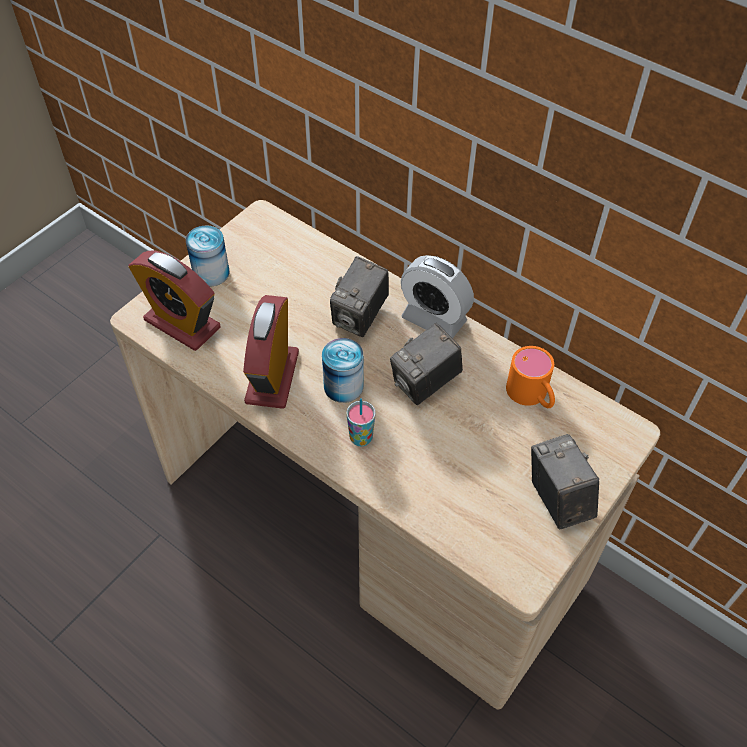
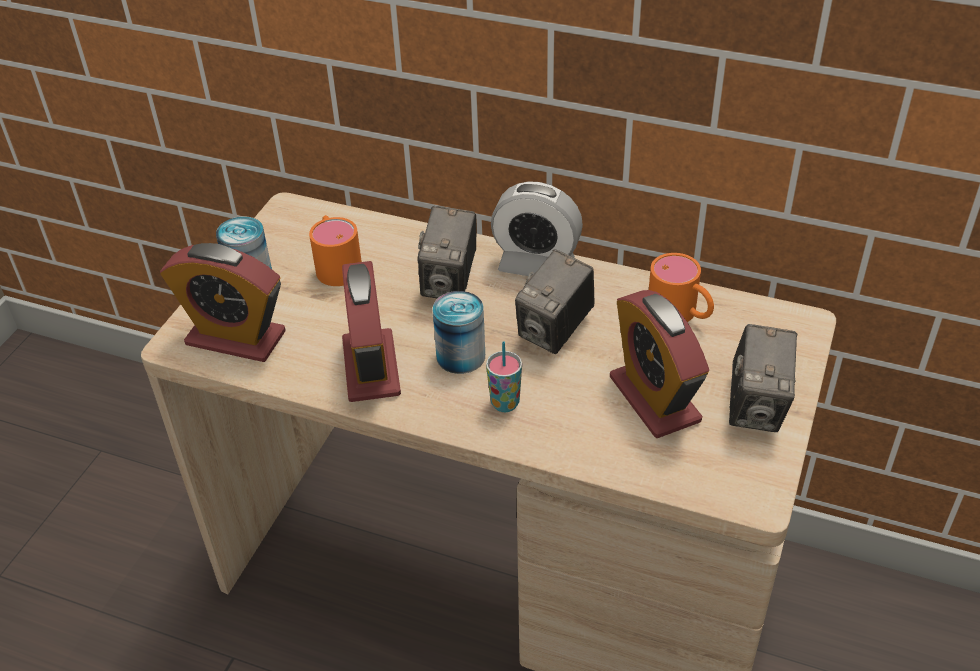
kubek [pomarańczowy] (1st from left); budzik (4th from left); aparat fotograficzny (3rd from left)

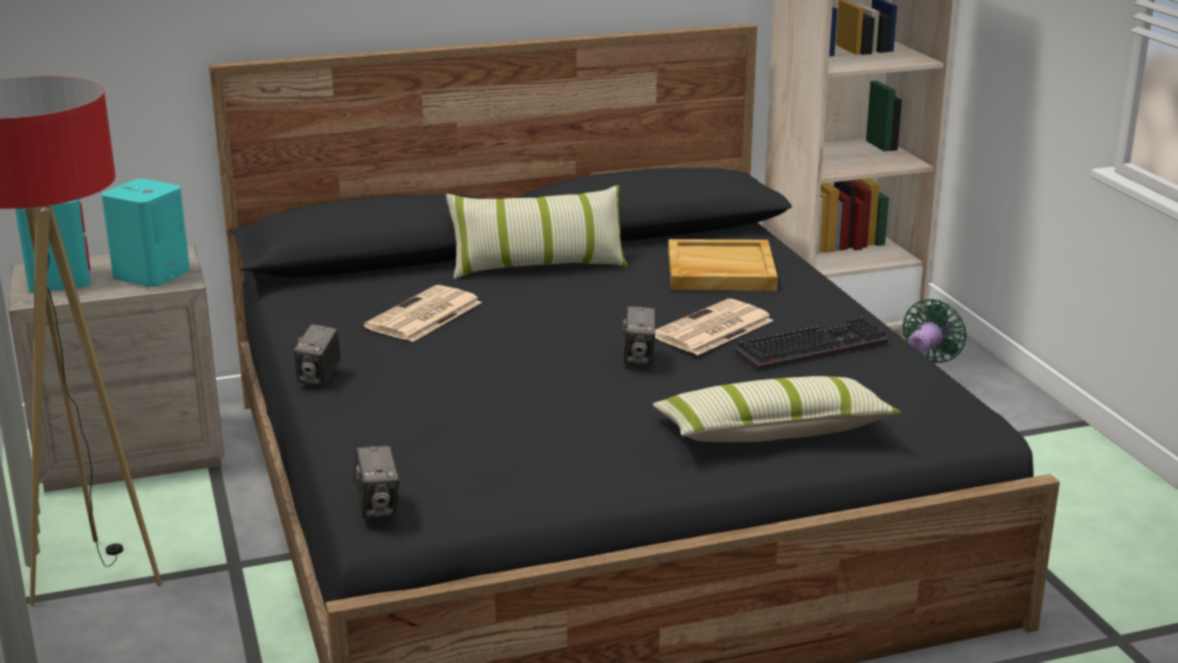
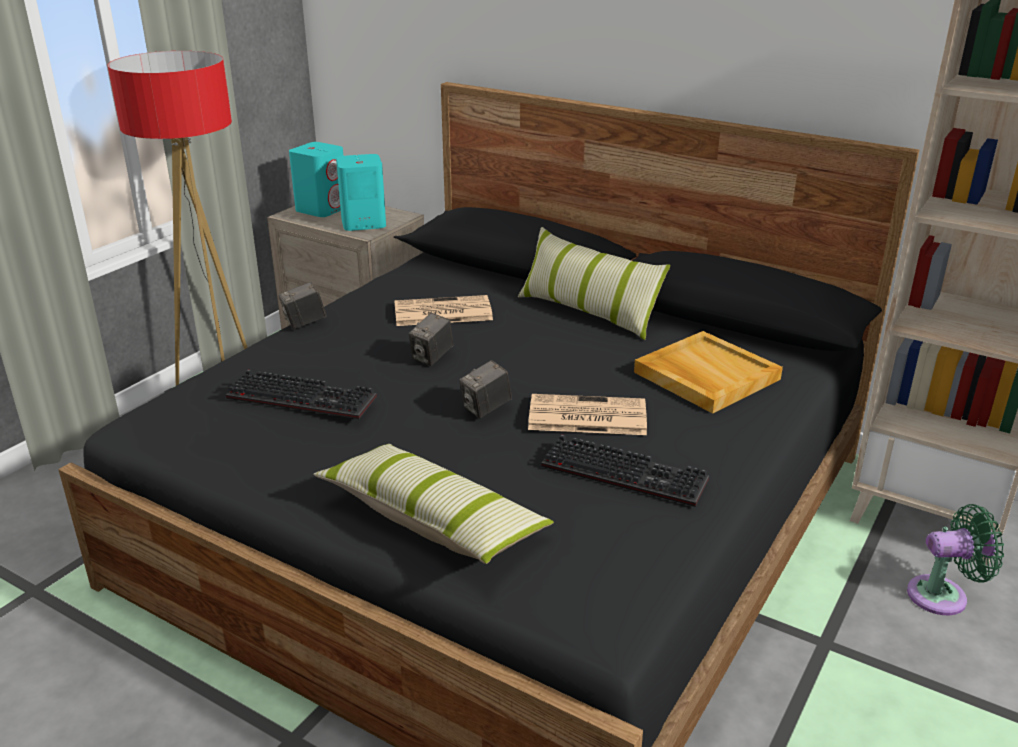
klawiatura (1st from left); aparat fotograficzny (2nd from left)

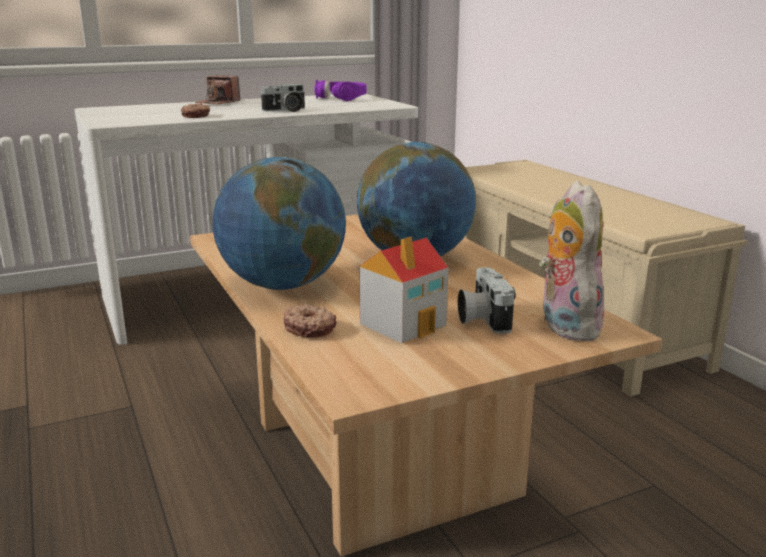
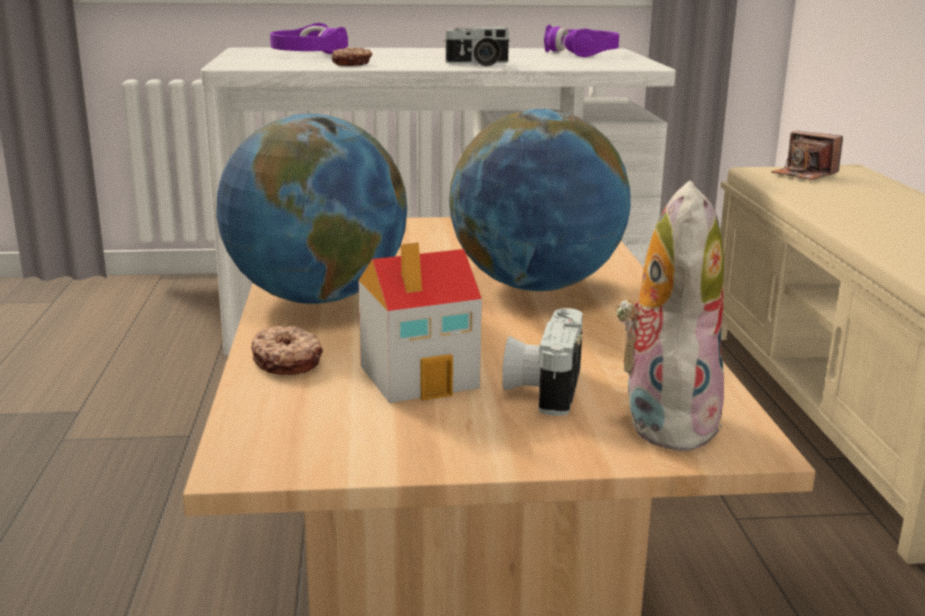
słuchawki [fioletowy] (1st from left); aparat fotograficzny (3rd from left)

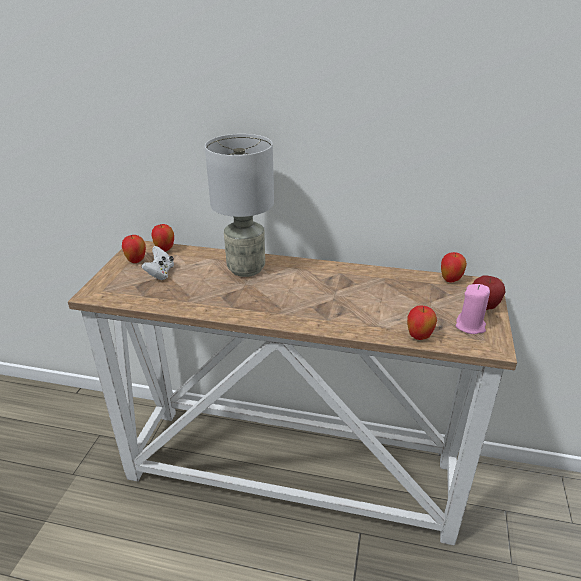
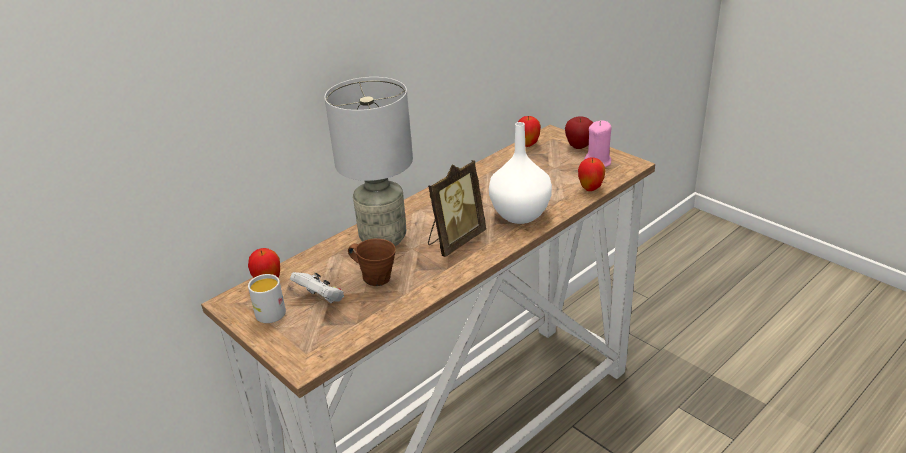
kubek [biały]; kubek [brązowy]; ramka na zdjęcie; wazon [biały]

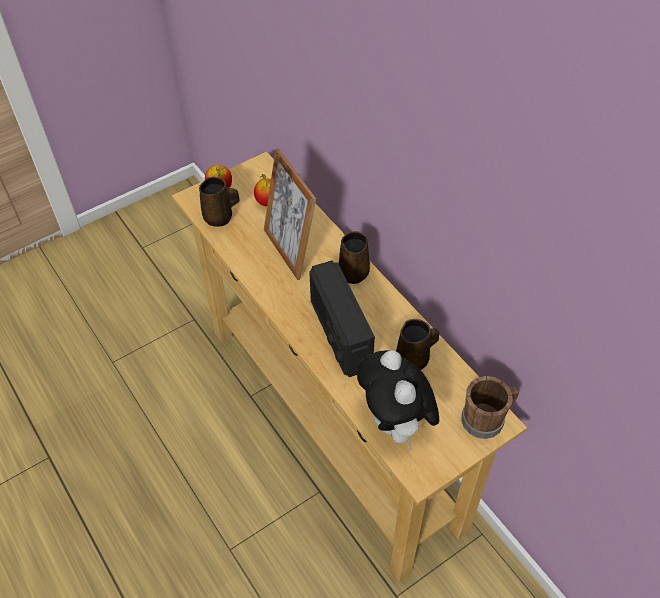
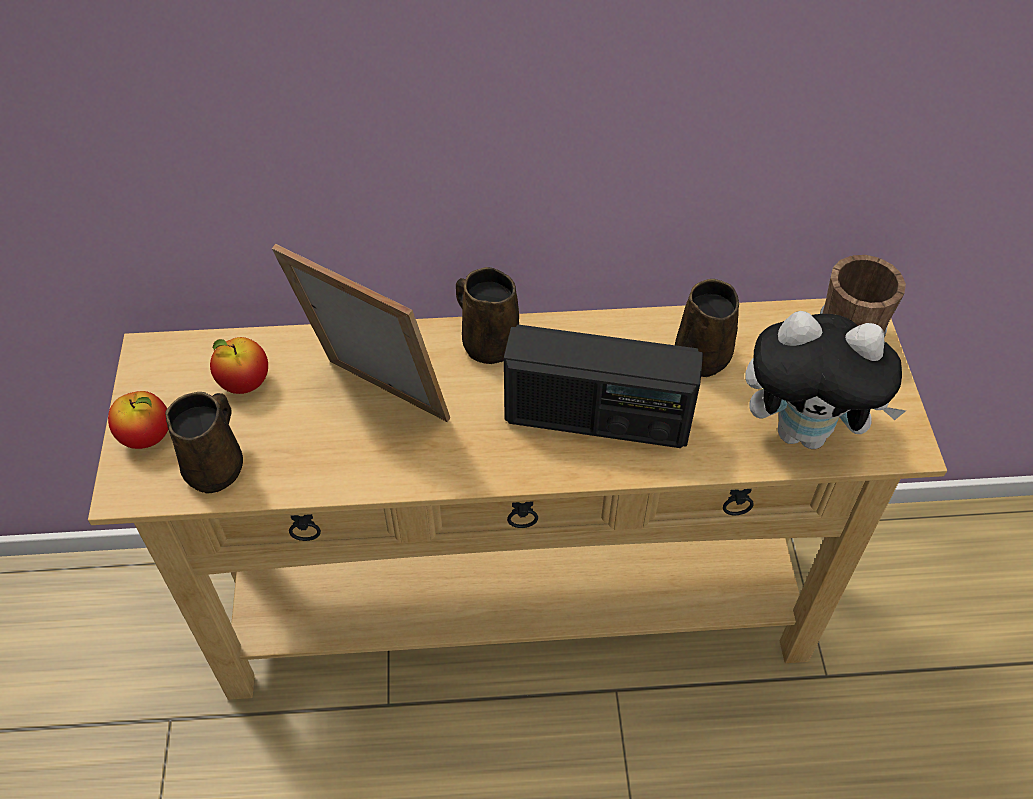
ramka na zdjęcie

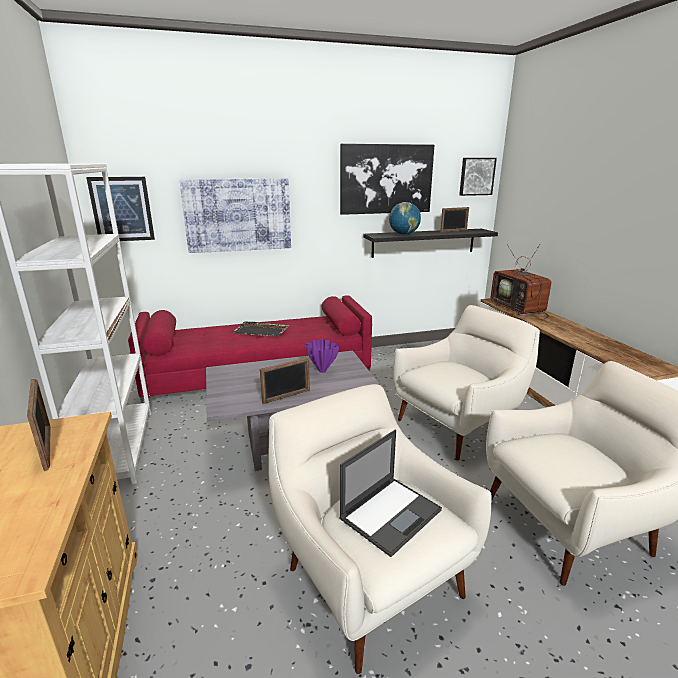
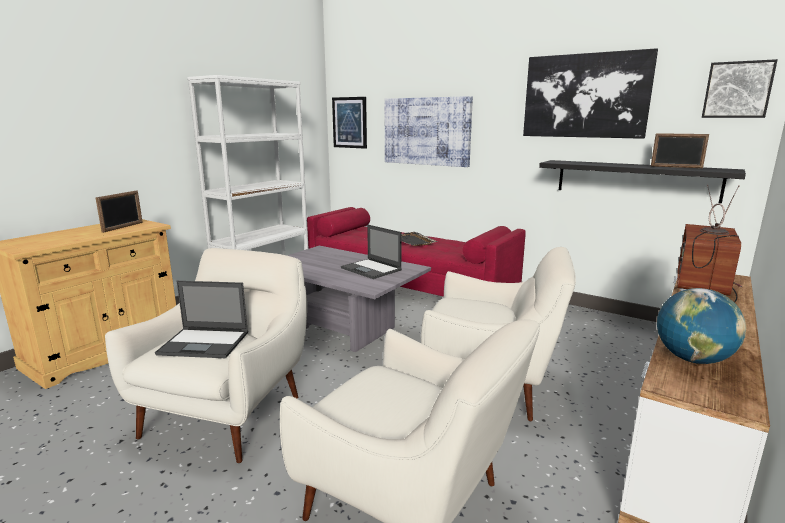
laptop (2nd from left); globus; ramka na zdjęcie (2nd from left in the first image)

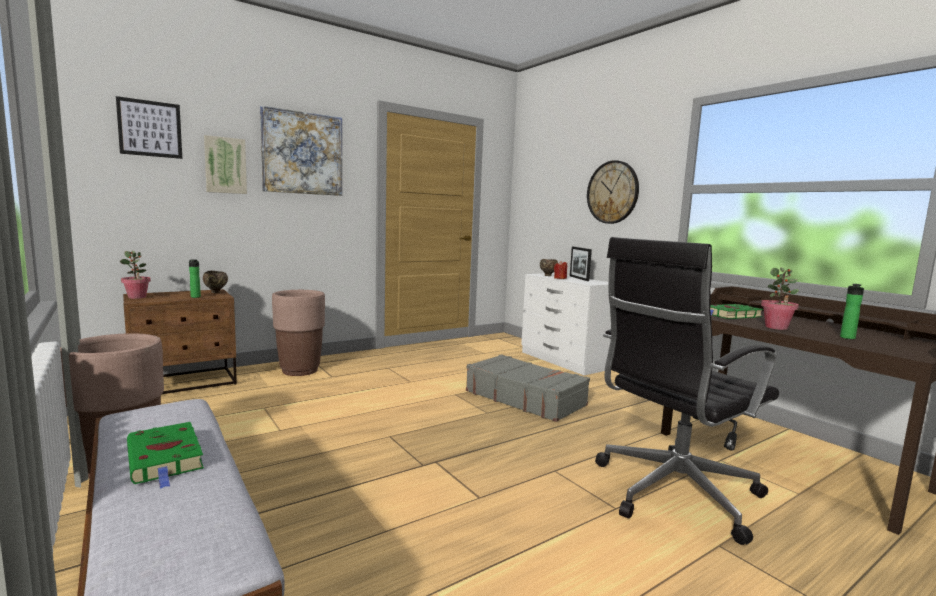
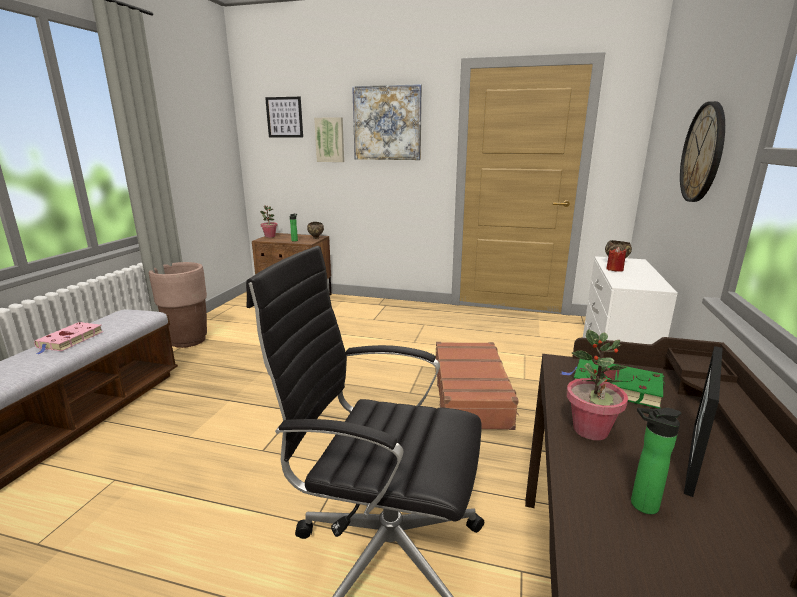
książka [różowy]; walizka [brązowy]; ramka na zdjęcie; donica [brązowy] (2nd from left in the first image)

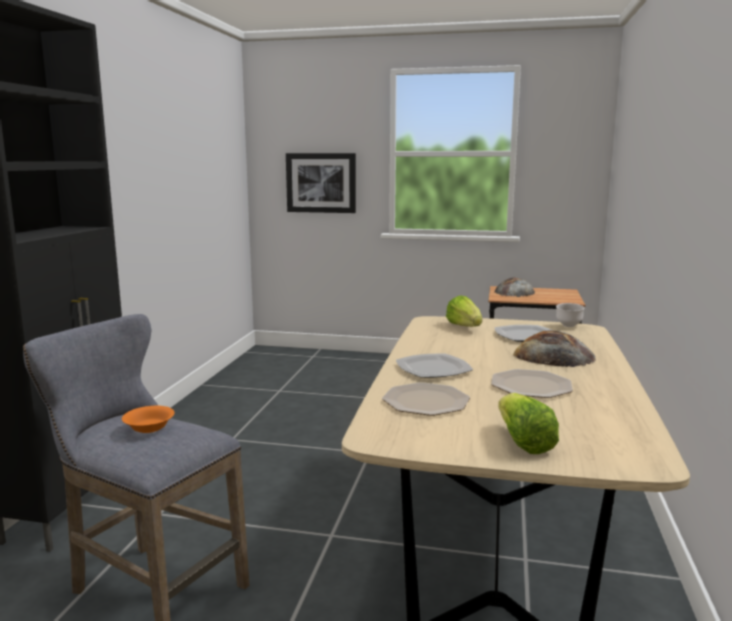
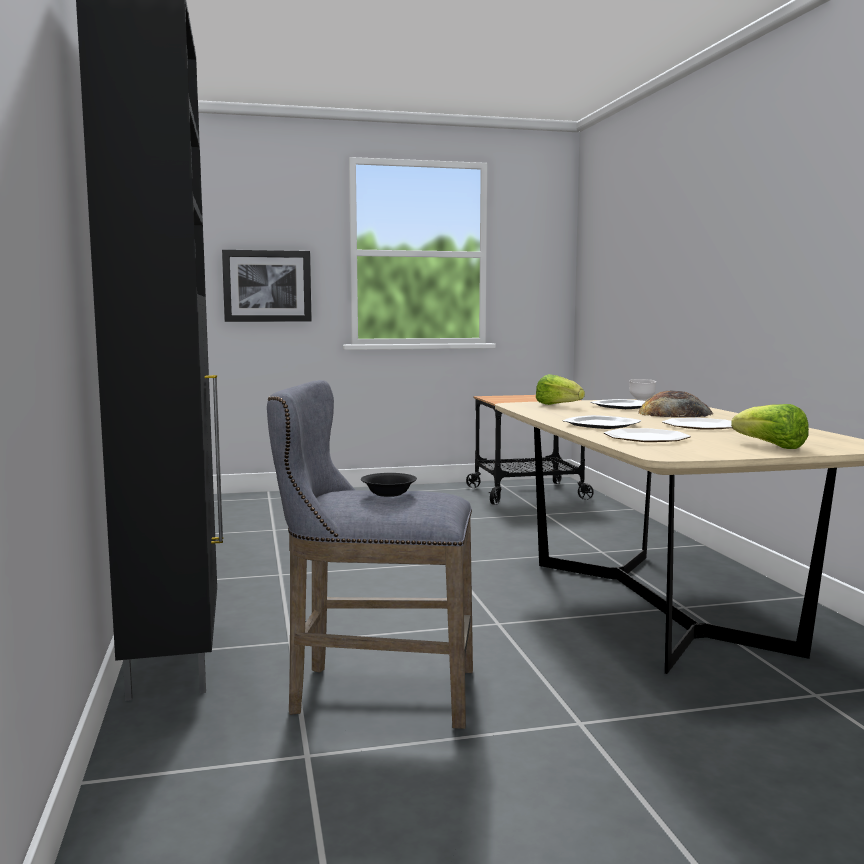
miska [czarny]; chleb (1st from left in the first image)

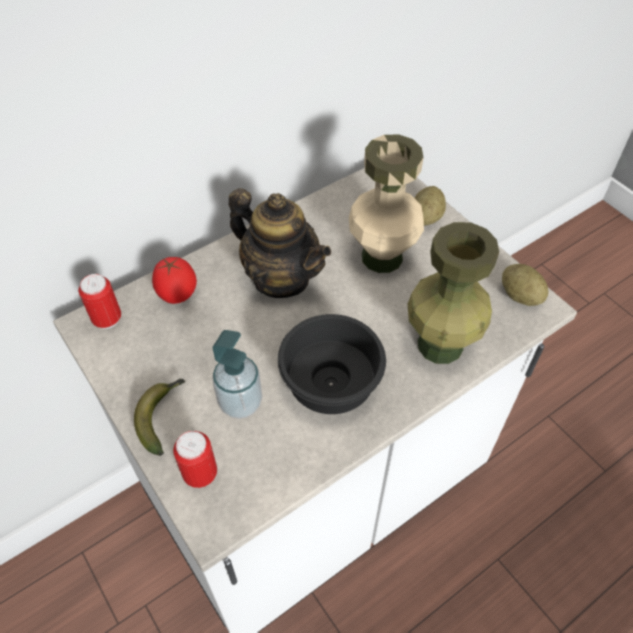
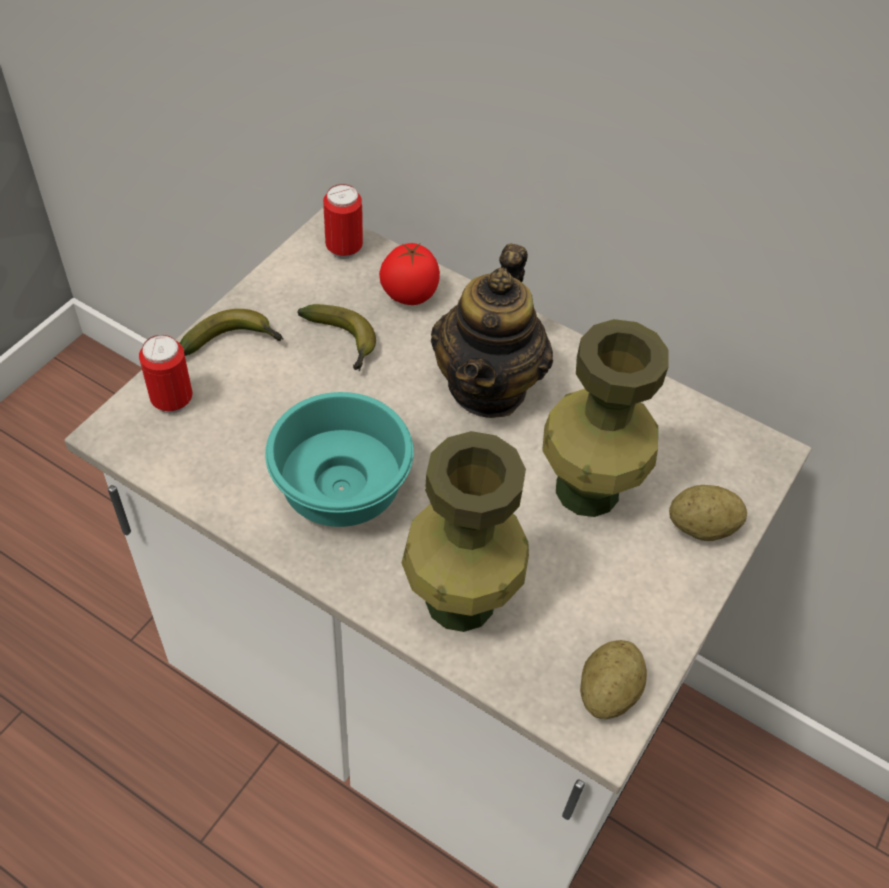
miska [turkusowy]; banan (2nd from left); wazon [zielony] (2nd from left); dozownik mydła

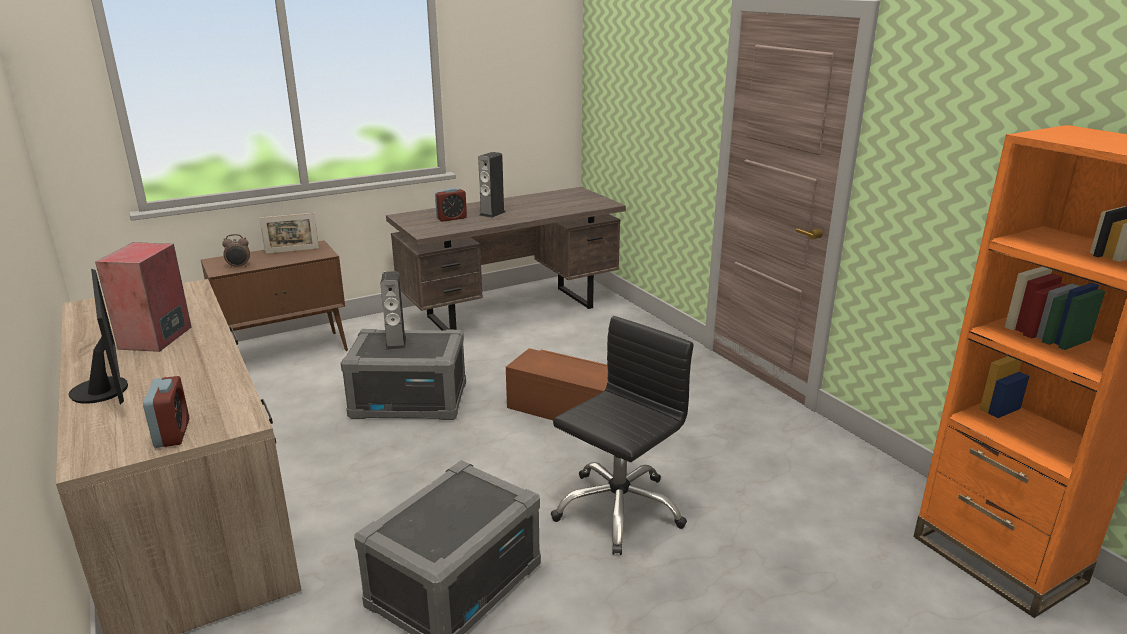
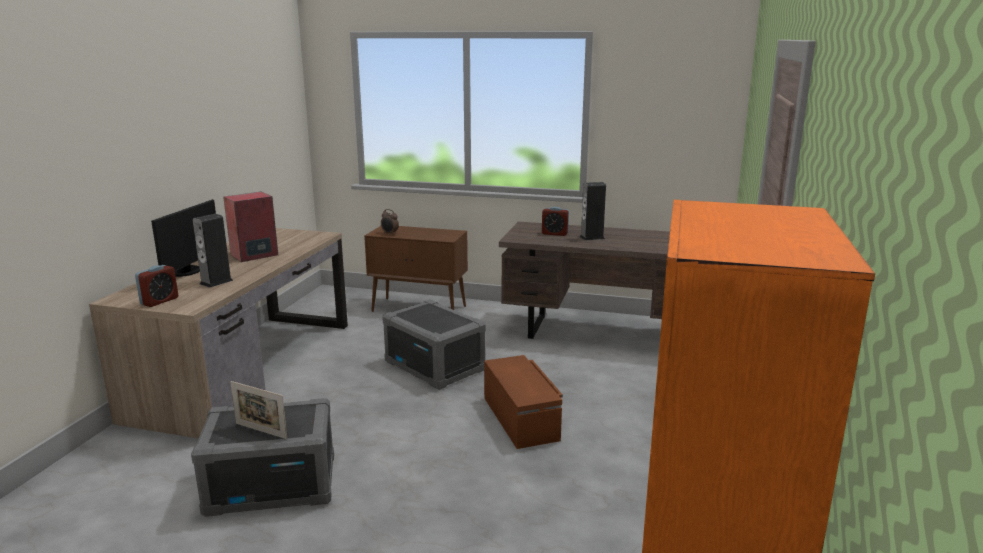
głośnik (1st from left); ramka na zdjęcie; krzesło biurowe [czarny]

